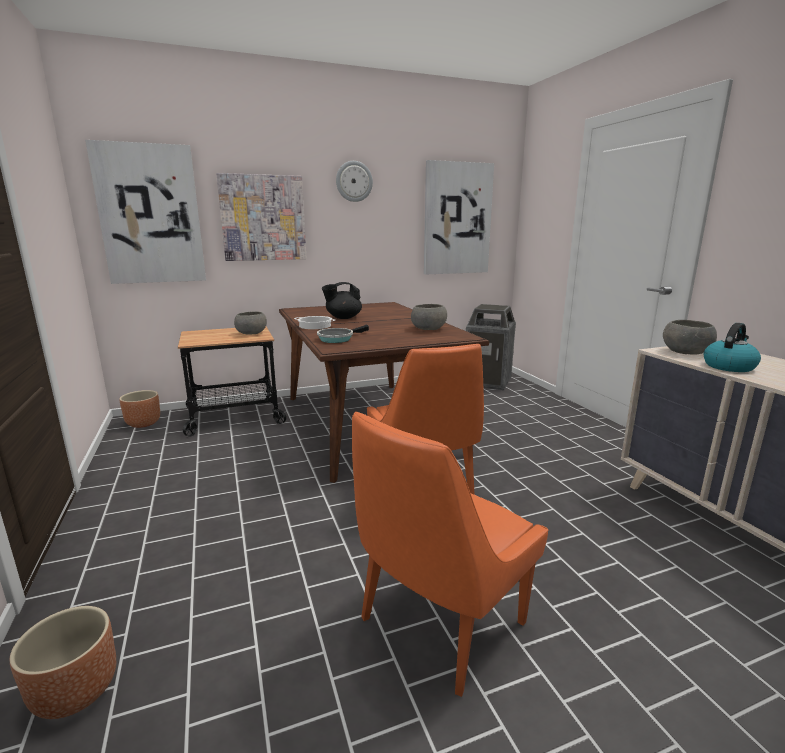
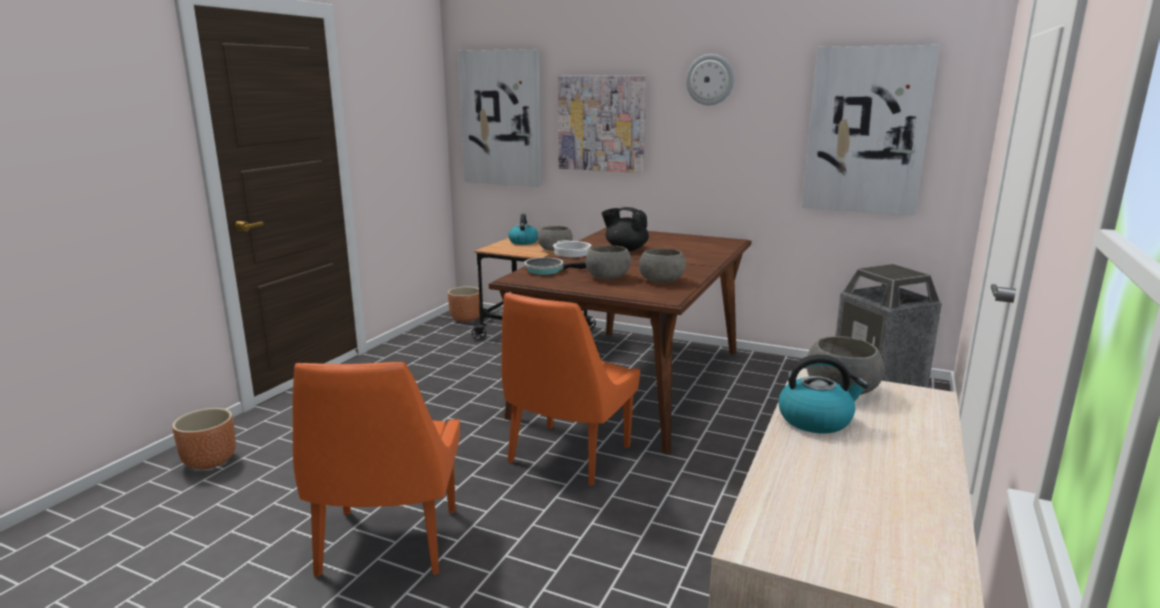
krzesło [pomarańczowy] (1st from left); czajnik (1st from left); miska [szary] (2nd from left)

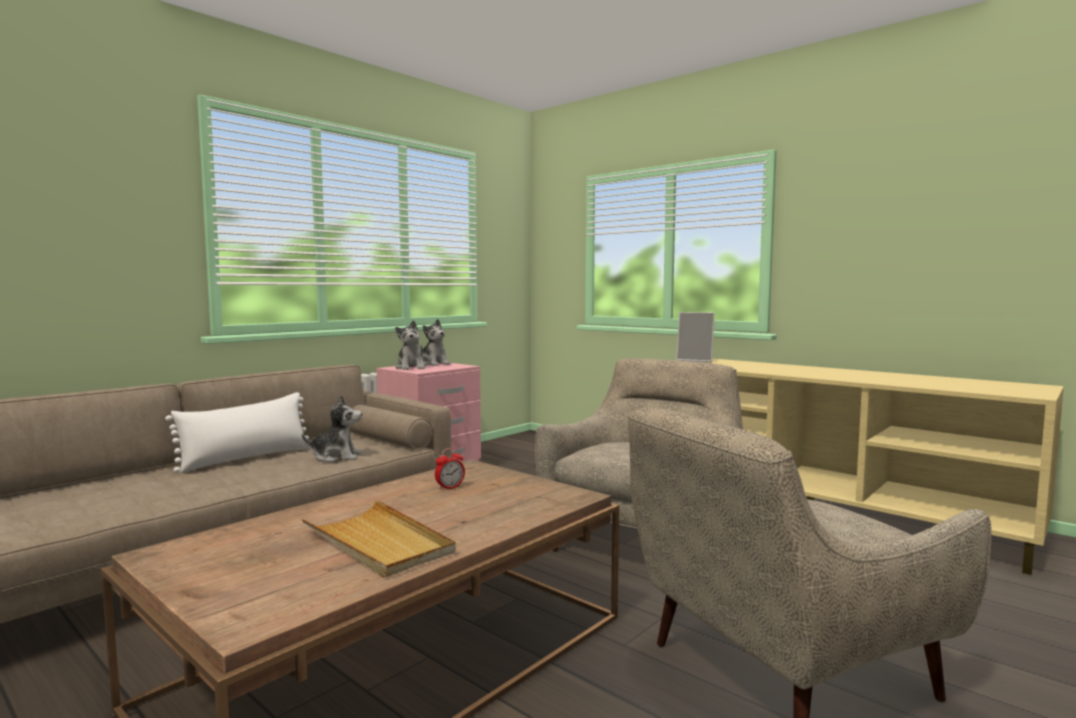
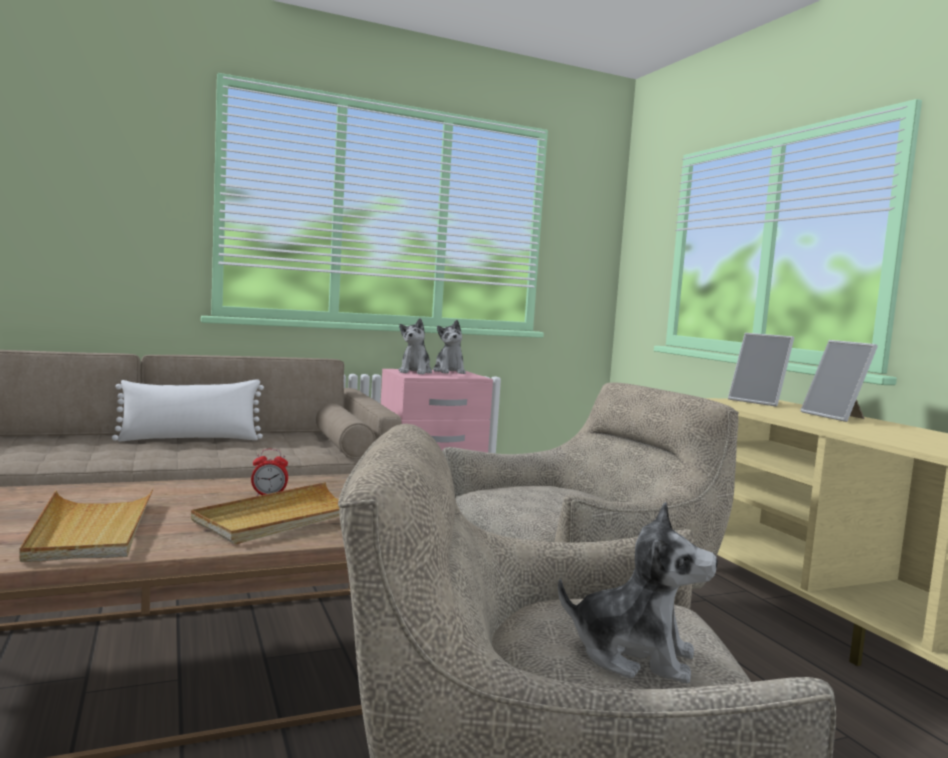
taca [beżowy] (2nd from left); pluszak (3rd from left); ramka na zdjęcie (2nd from left)

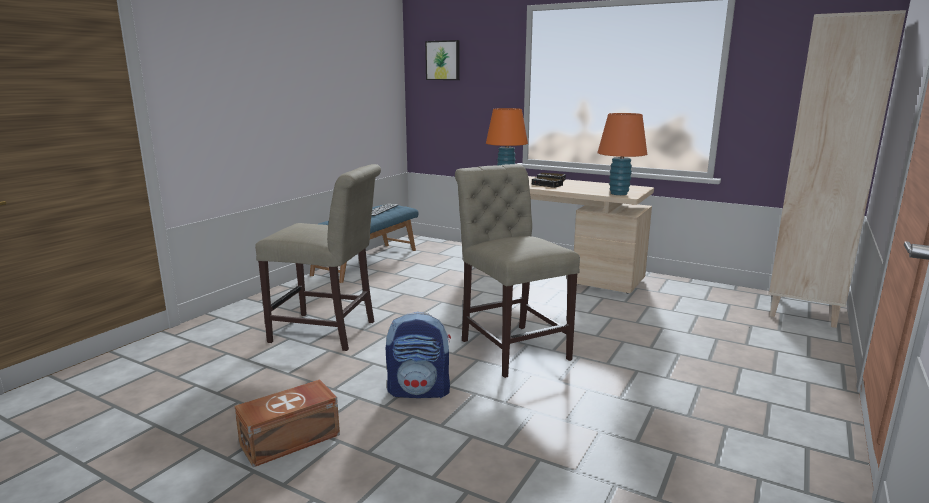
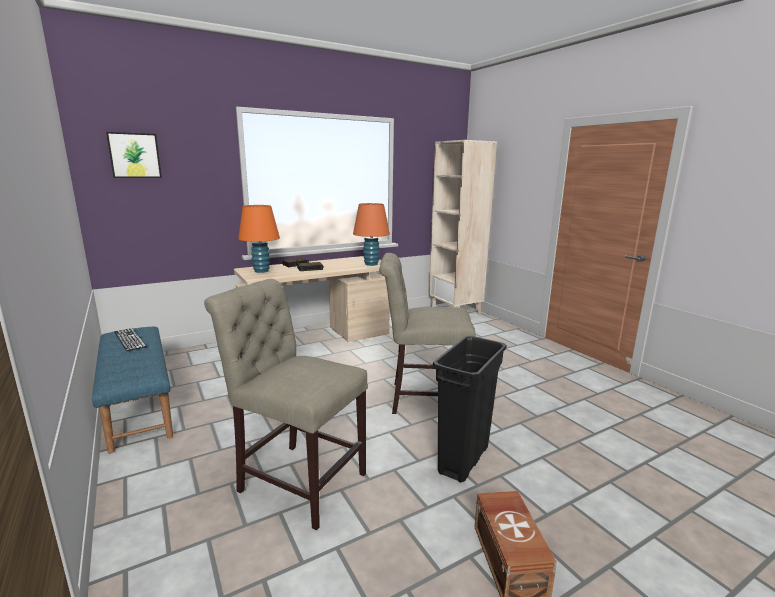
krzesło [beżowy] (1st from left); kosz na śmieci [czarny]

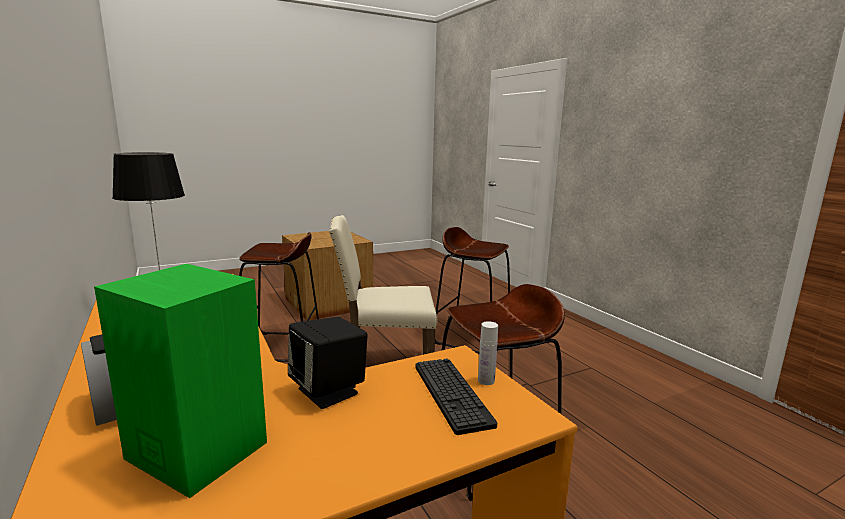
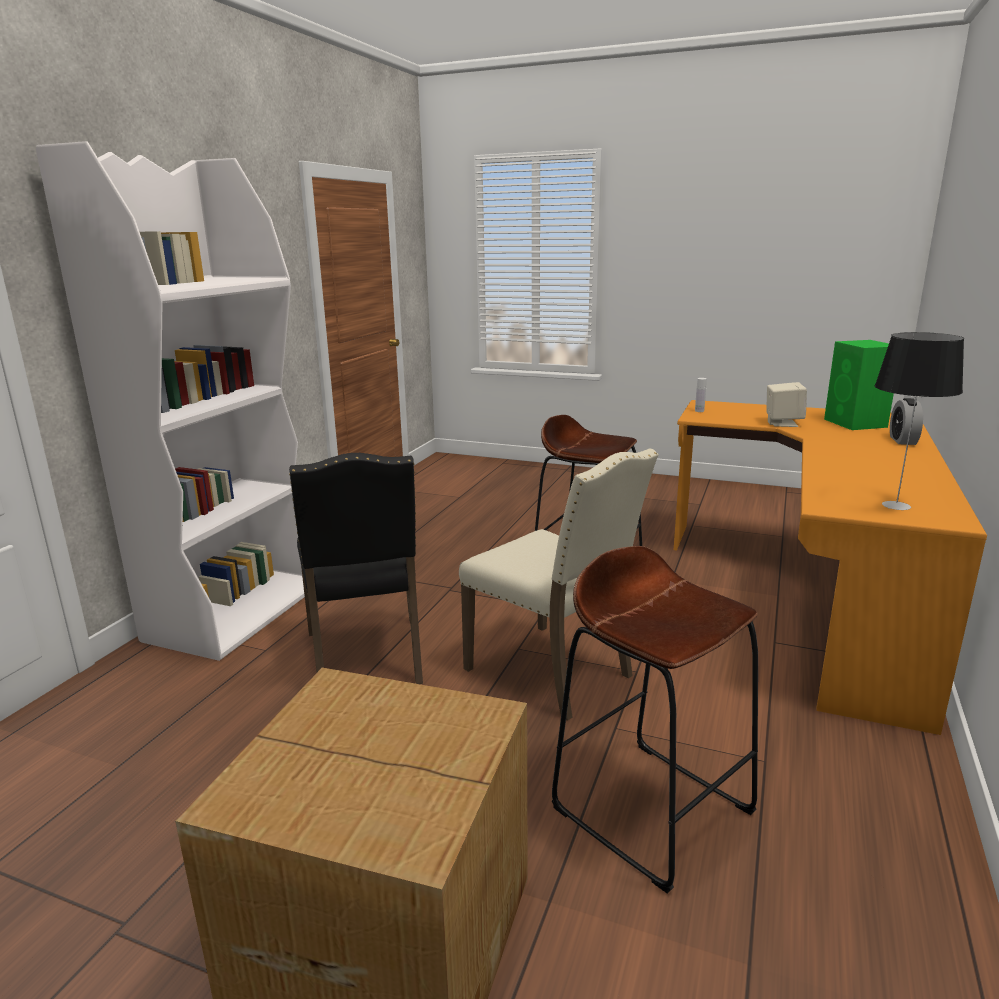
regał [biały]; krzesło [czarny]; głośnik [beżowy]; klawiatura

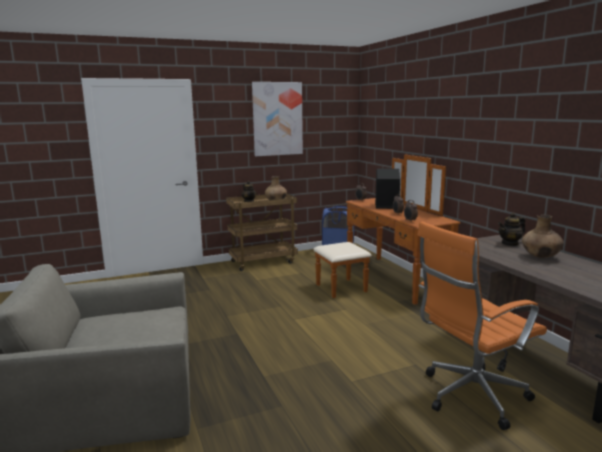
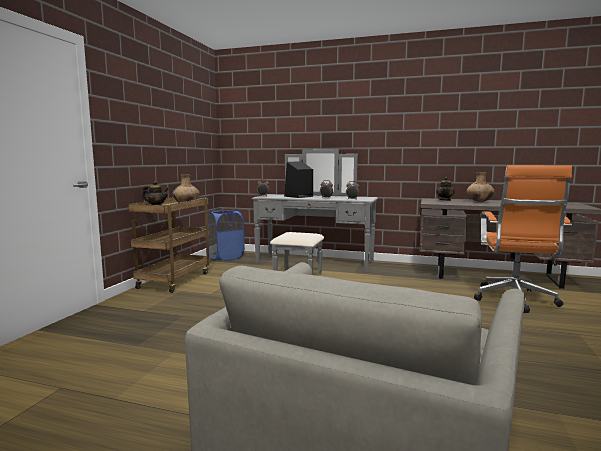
komoda [szary]; obraz

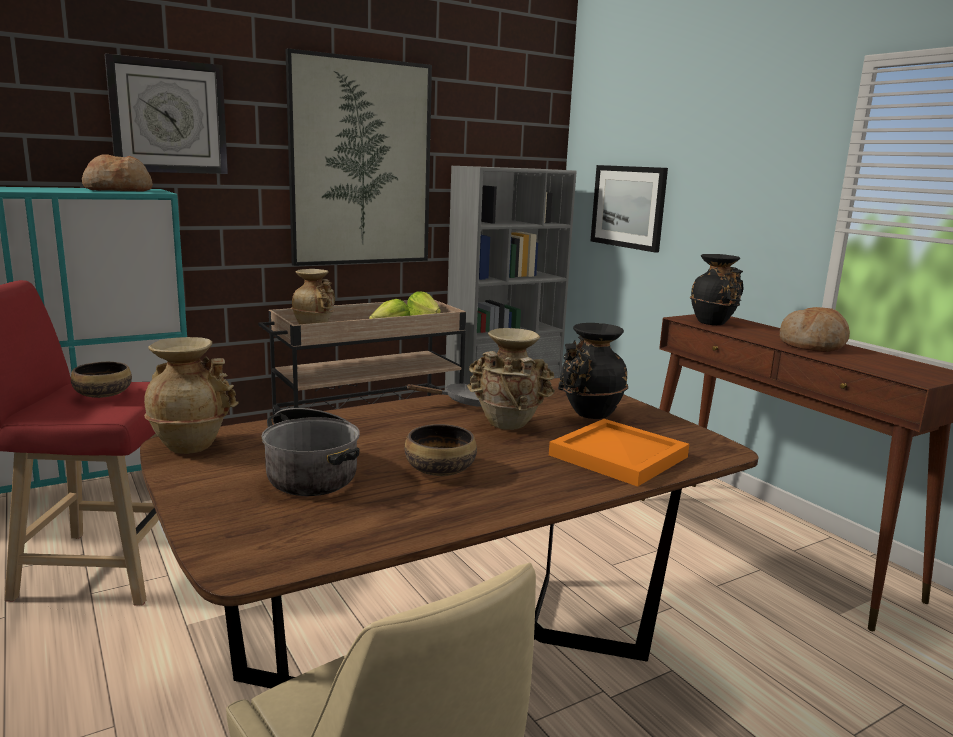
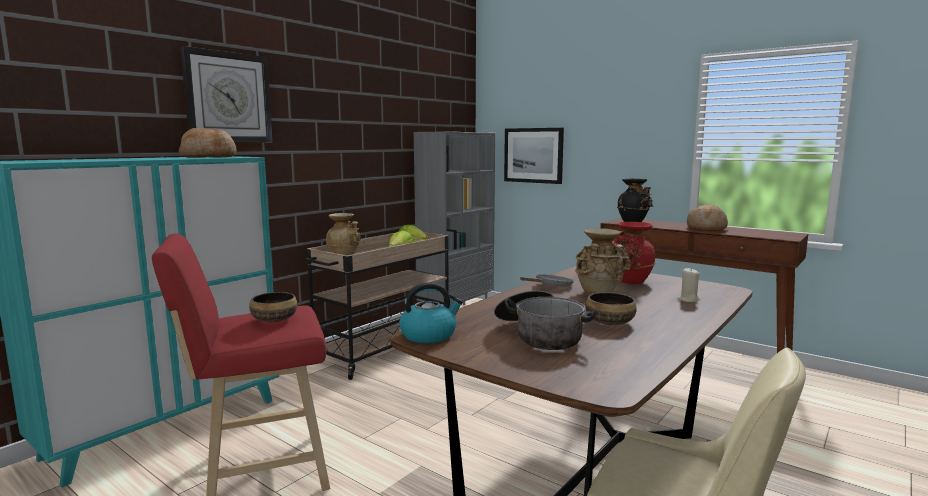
czajnik; wazon [czerwony]; świeca [beżowy]; obraz (1st from left in the first image)

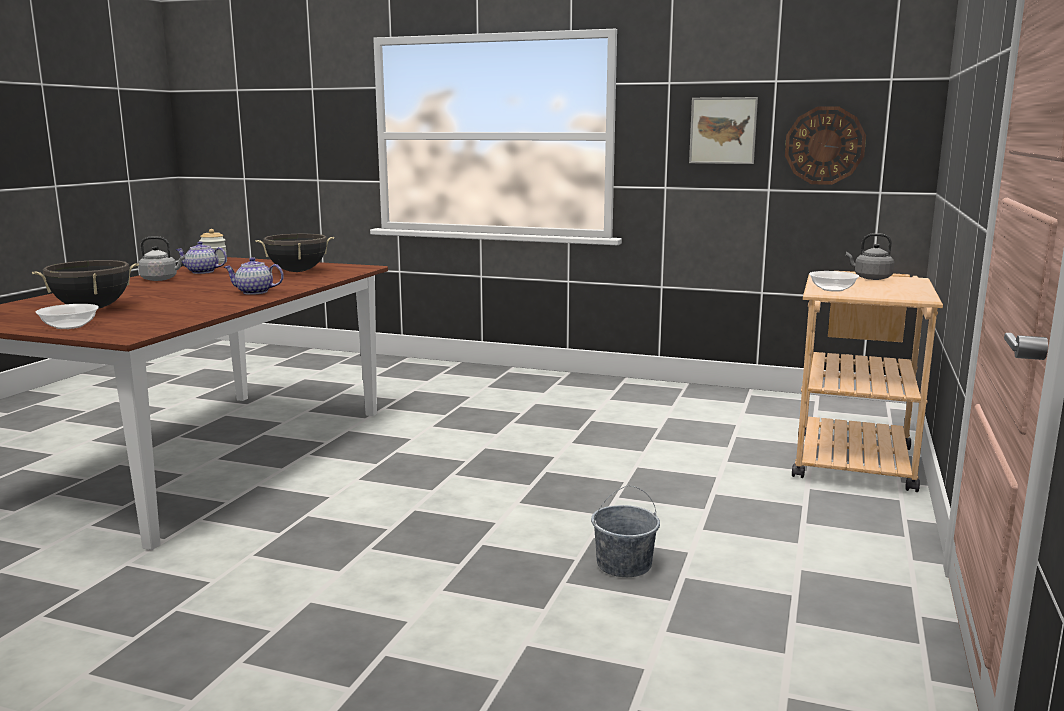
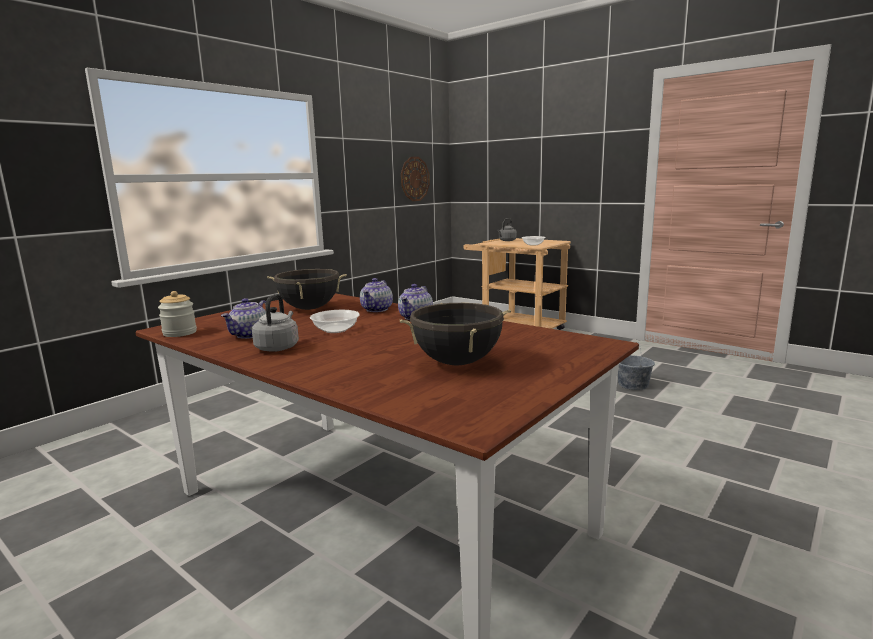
miska (1st from left); imbryk (2nd from left); obraz

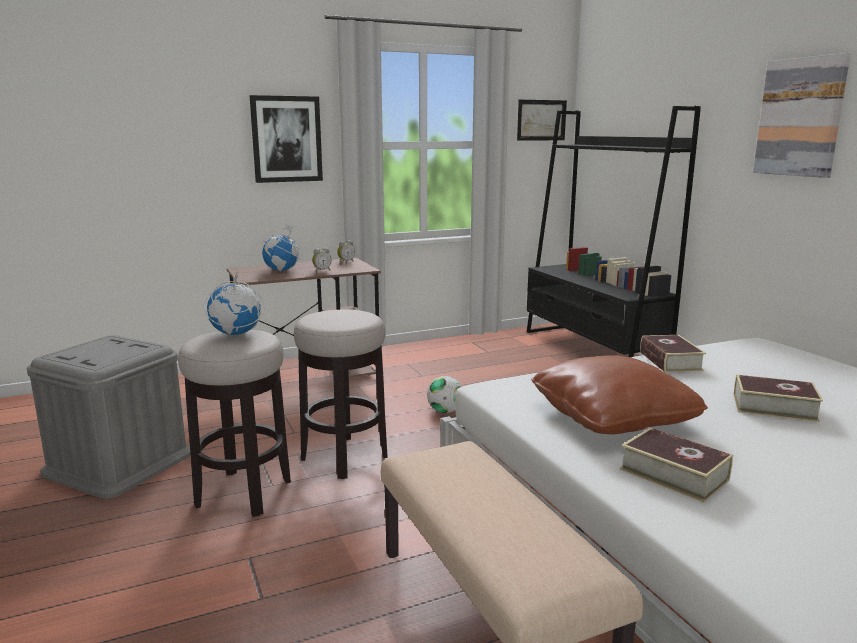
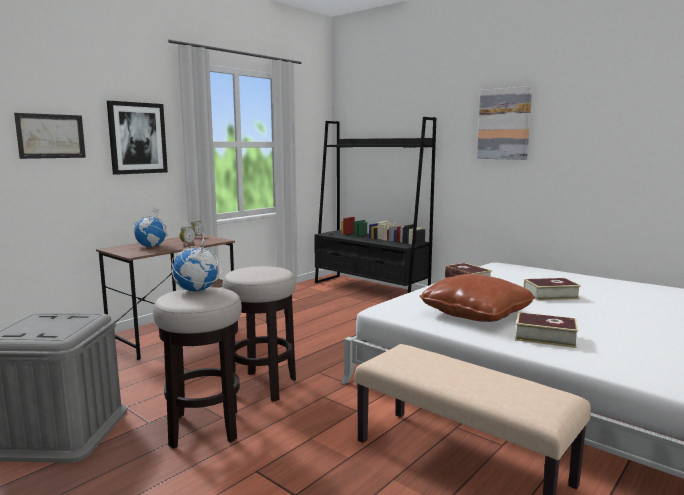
obraz (1st from left); piłka futbolowa

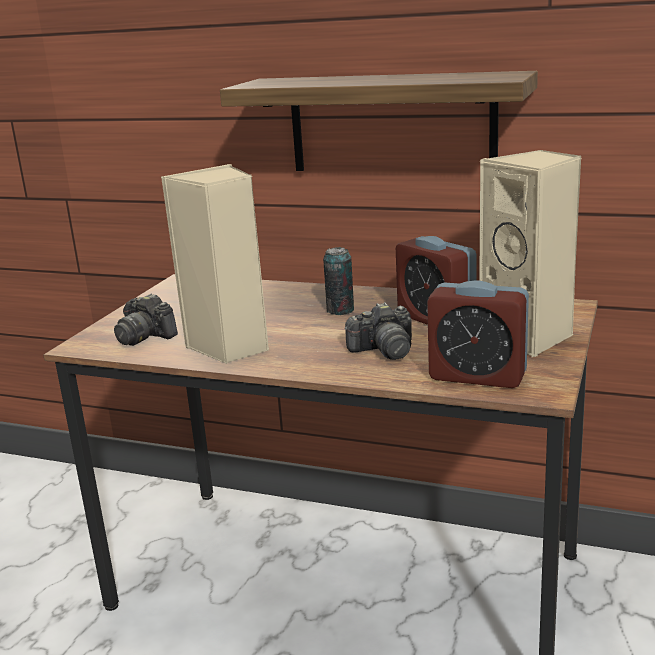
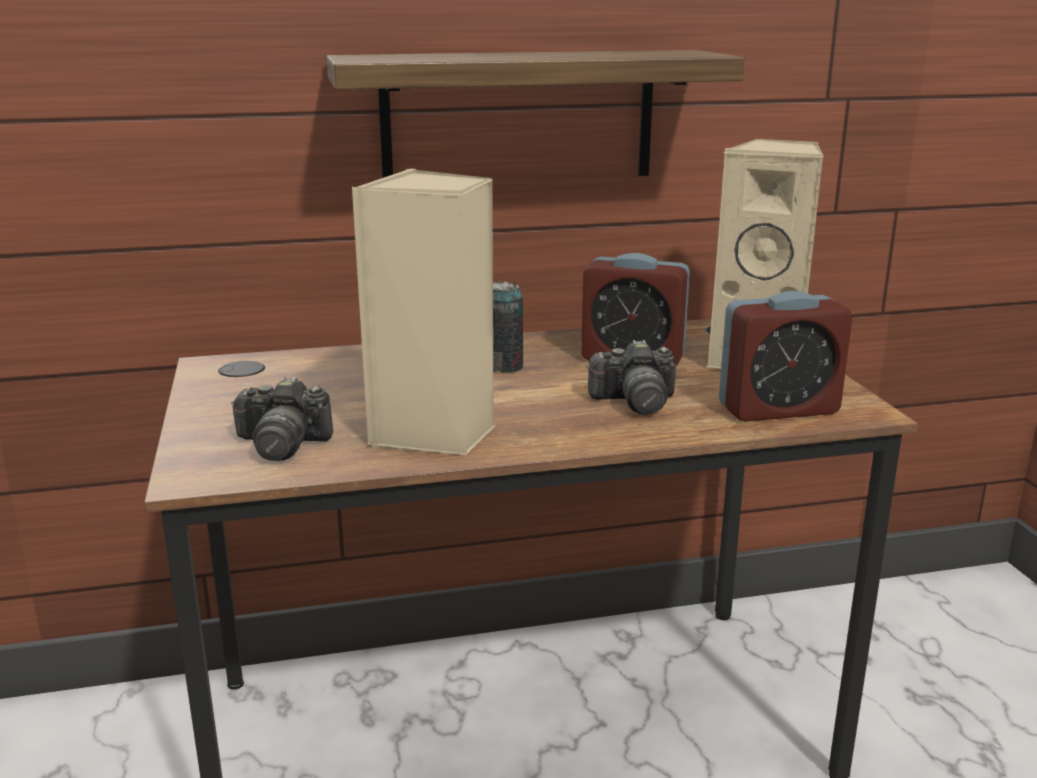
aparat fotograficzny (2nd from left)

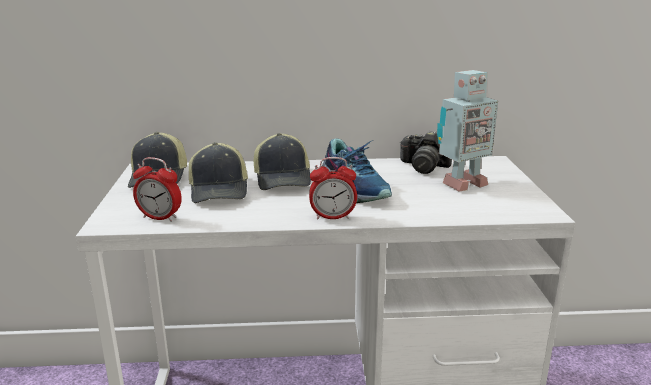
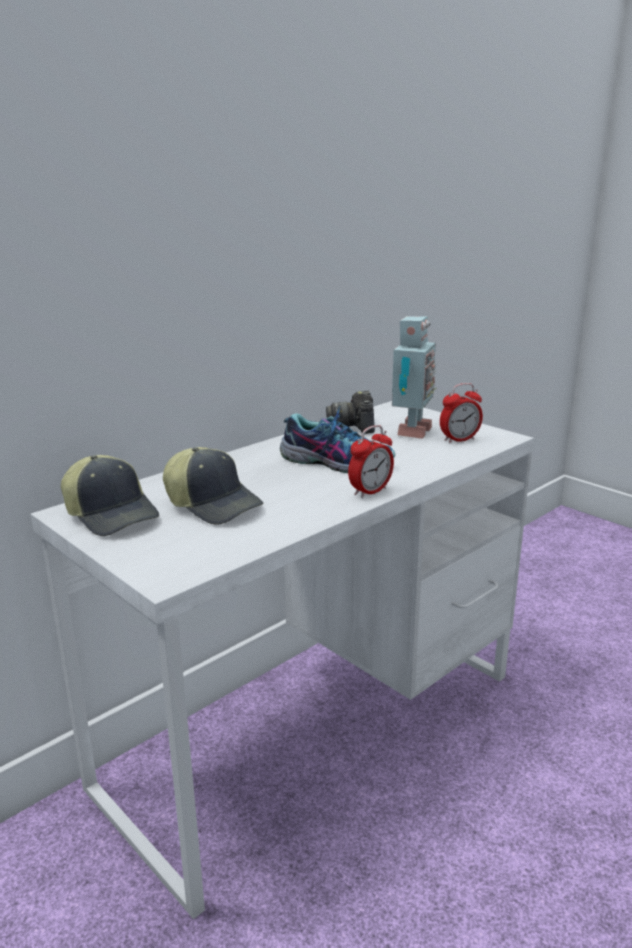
aparat fotograficzny; budzik (2nd from left); czapka z daszkiem (3rd from left in the first image)

